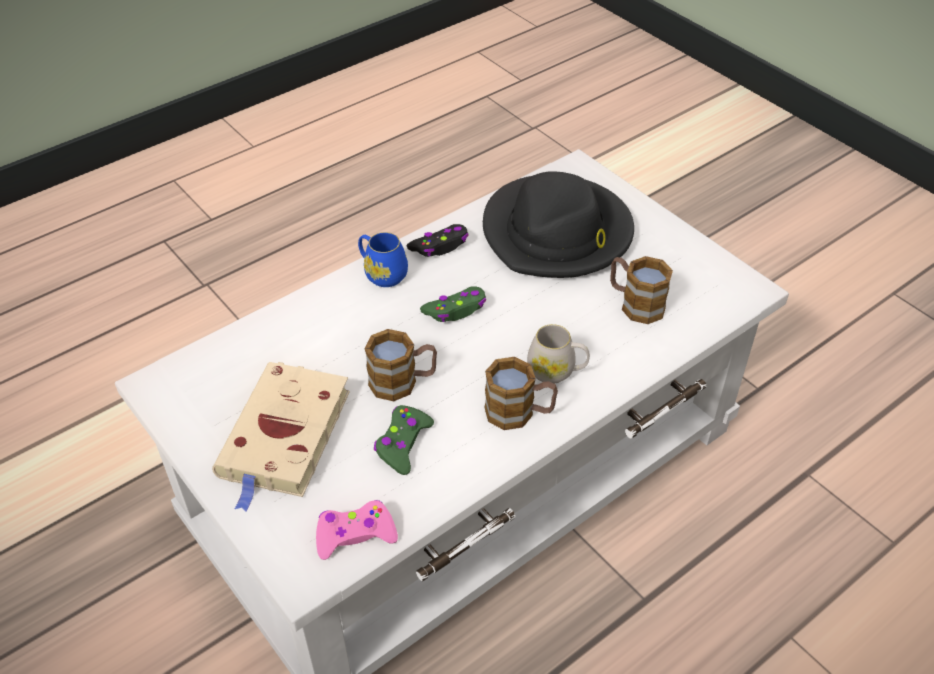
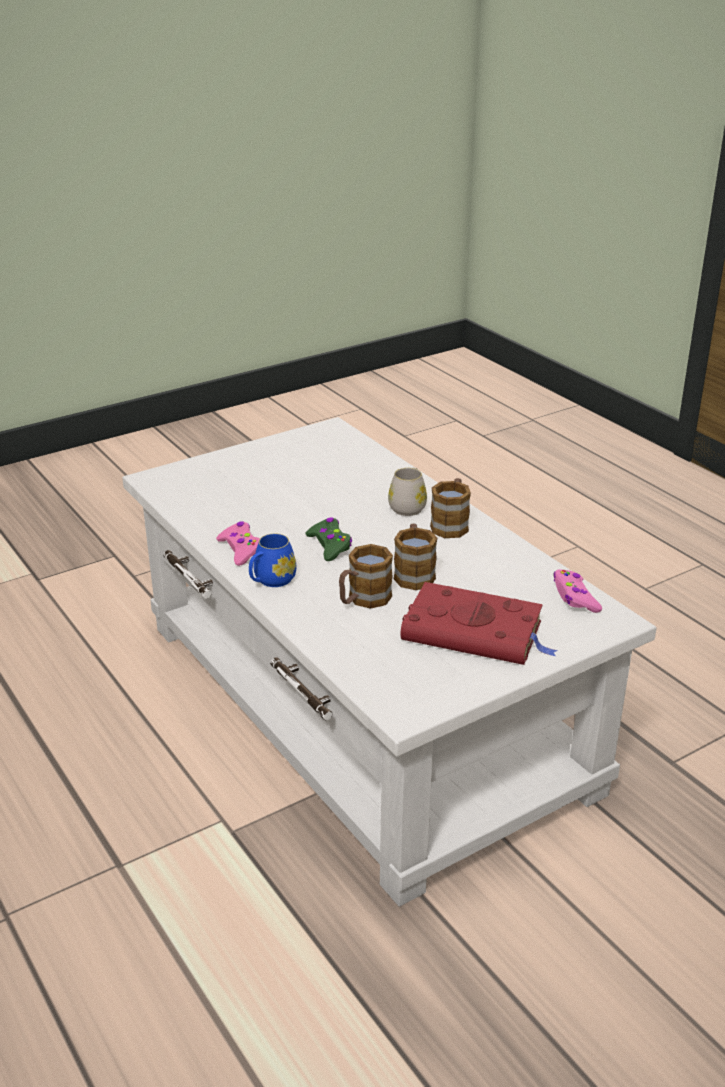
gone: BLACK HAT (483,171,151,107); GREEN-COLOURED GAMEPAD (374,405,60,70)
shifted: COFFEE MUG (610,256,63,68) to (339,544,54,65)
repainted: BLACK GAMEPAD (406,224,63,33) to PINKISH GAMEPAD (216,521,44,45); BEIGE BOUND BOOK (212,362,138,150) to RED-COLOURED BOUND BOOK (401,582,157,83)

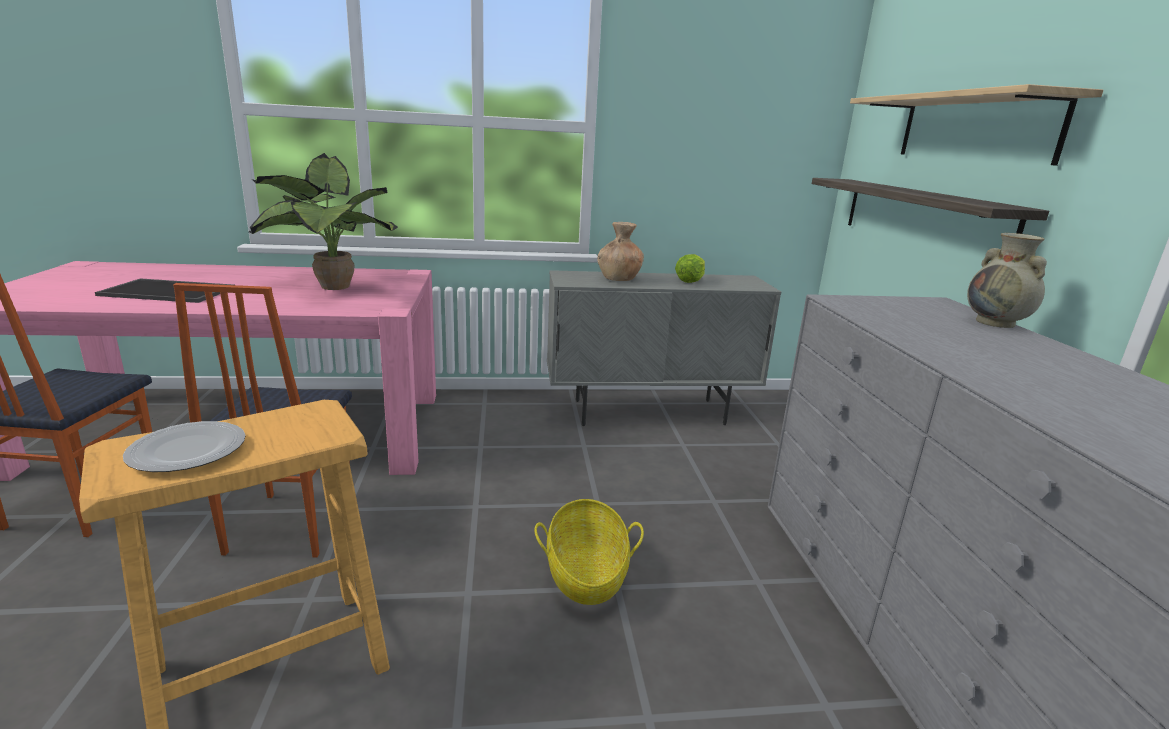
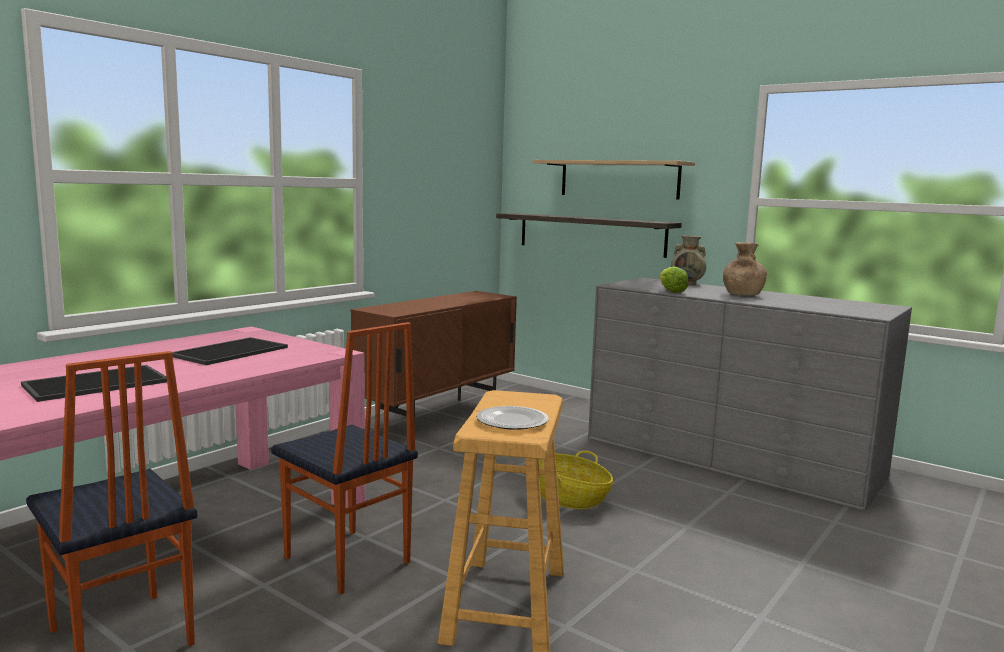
shifted: BROWN VASE (597,222,47,59) to (723,242,44,53); LETTUCE (675,254,30,29) to (660,267,28,26)
swapped: PLANT IN A POT (248,153,150,137) to CARRYING TRAY (173,337,115,28)
repainted: GREYISH STORAGE CABINET (547,270,234,156) to BROWN STORAGE CABINET (351,291,166,131)

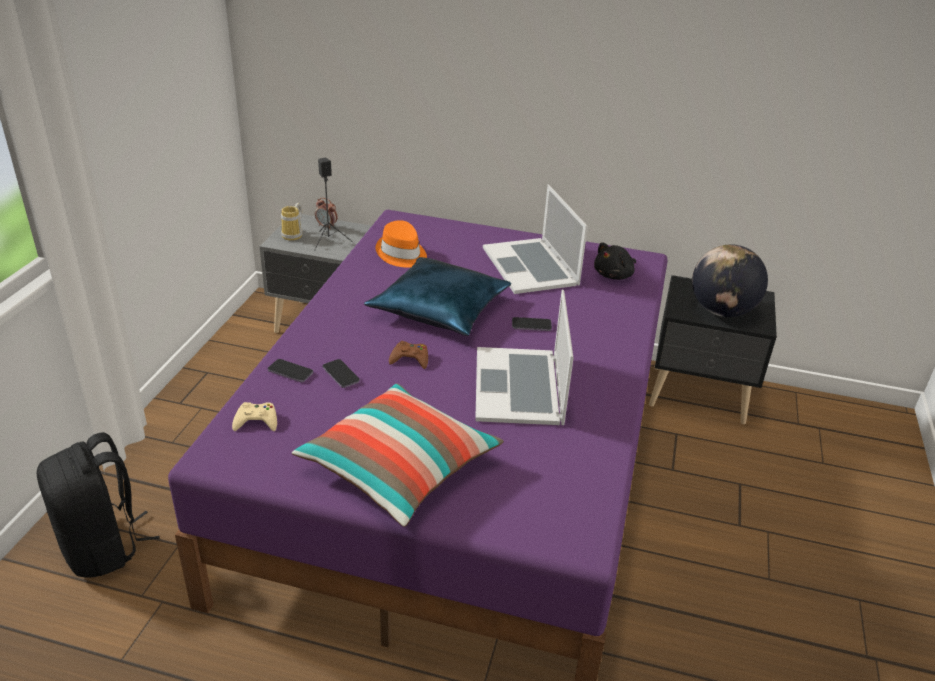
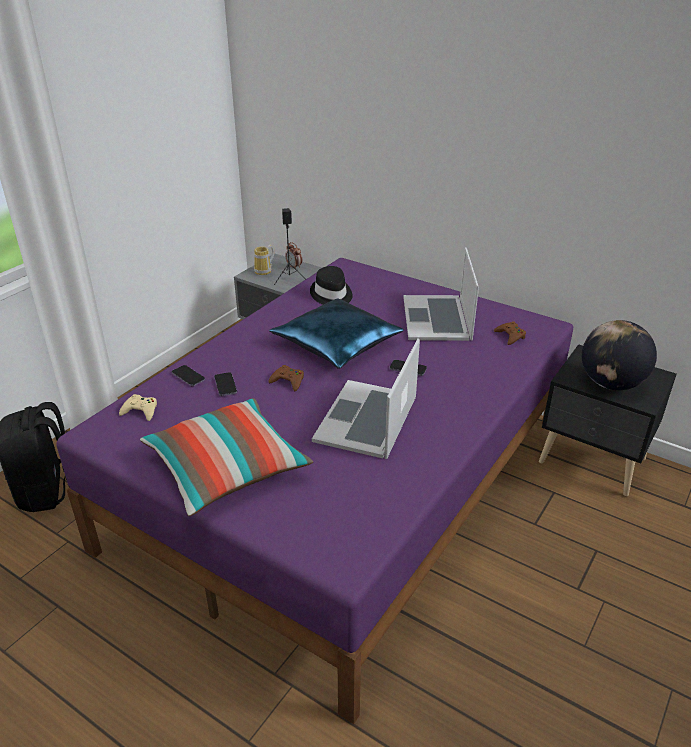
swapped: BLACK PLUSH TOY (594,242,42,38) to BROWN GAMEPAD (494,321,32,24)
repainted: ORANGEY HAT (376,220,51,48) to BLACK HAT (310,266,43,39)

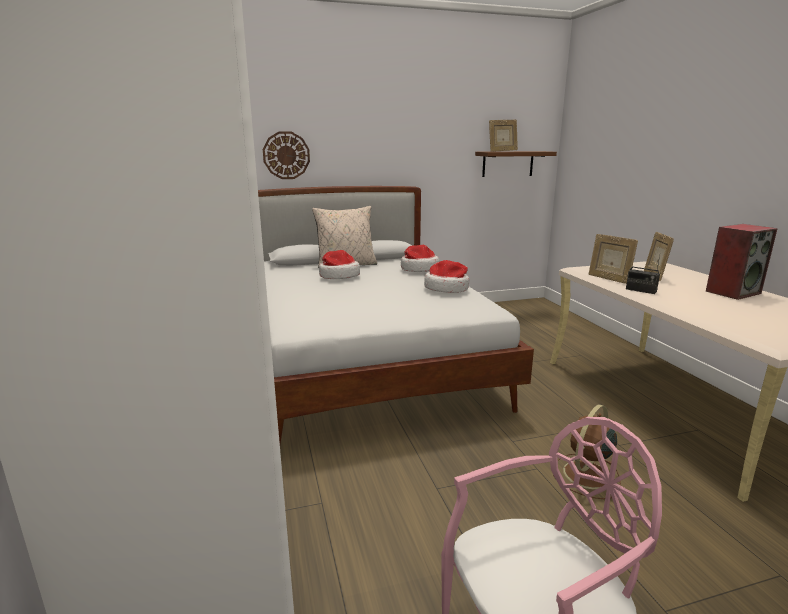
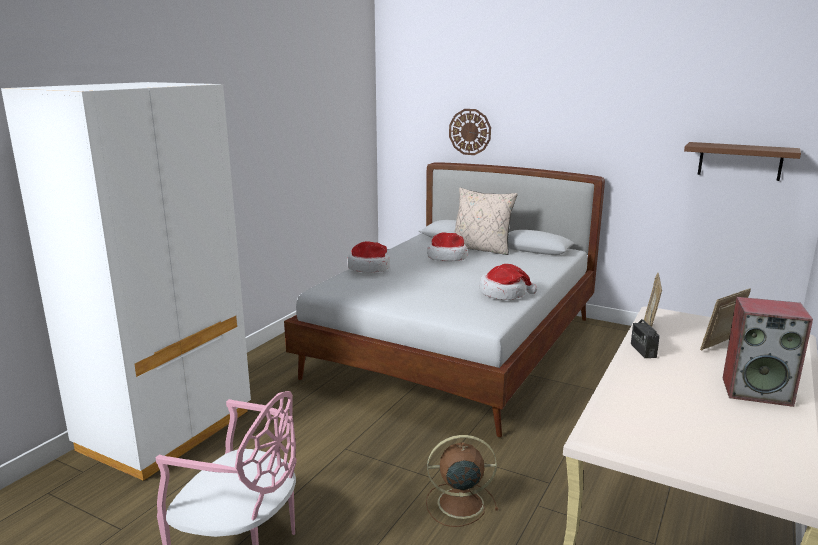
gone: STANDING FRAME (489,119,29,33)
shifted: HAT (401,245,39,27) to (347,241,43,32)

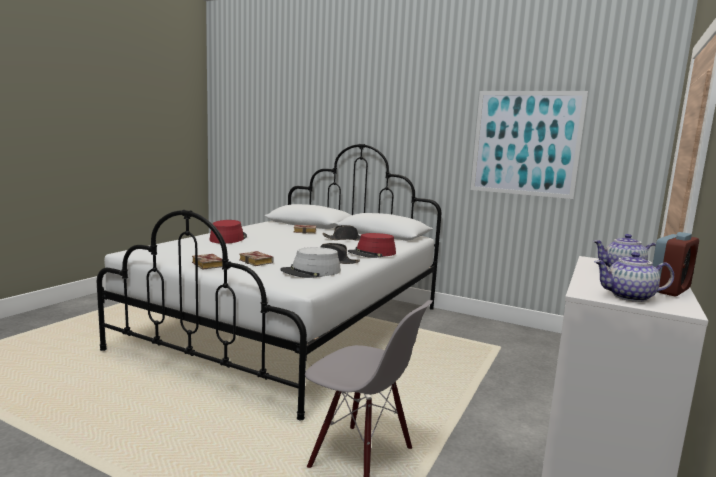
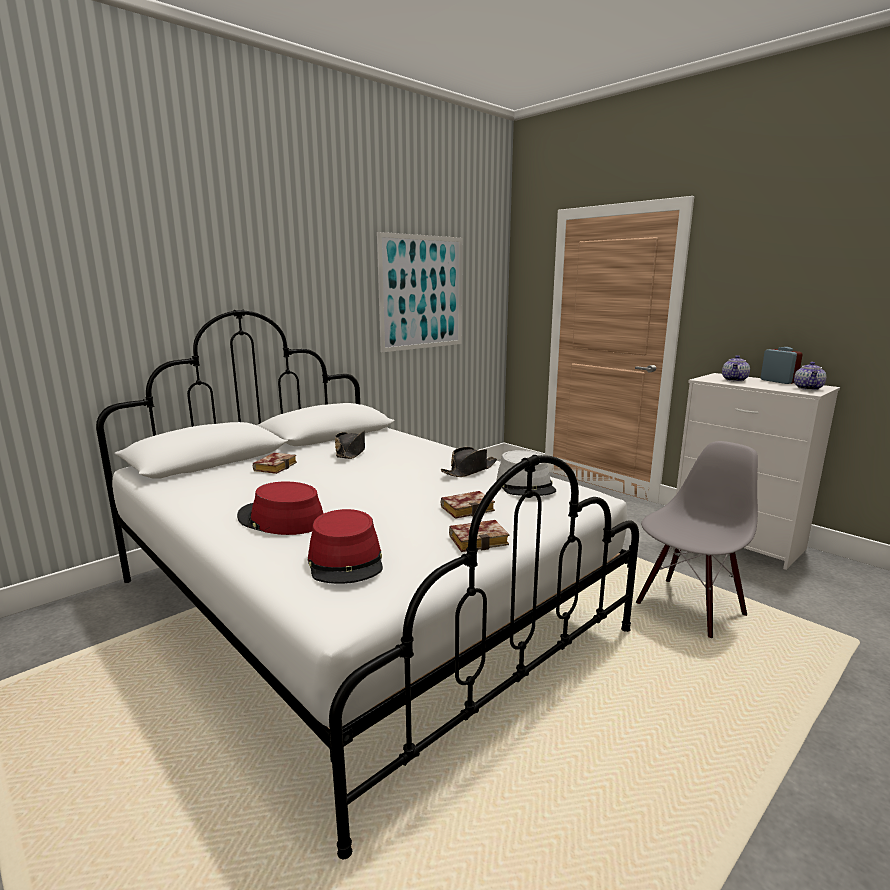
shifted: RED-COLOURED HAT (348,233,48,25) to (307,509,76,75)

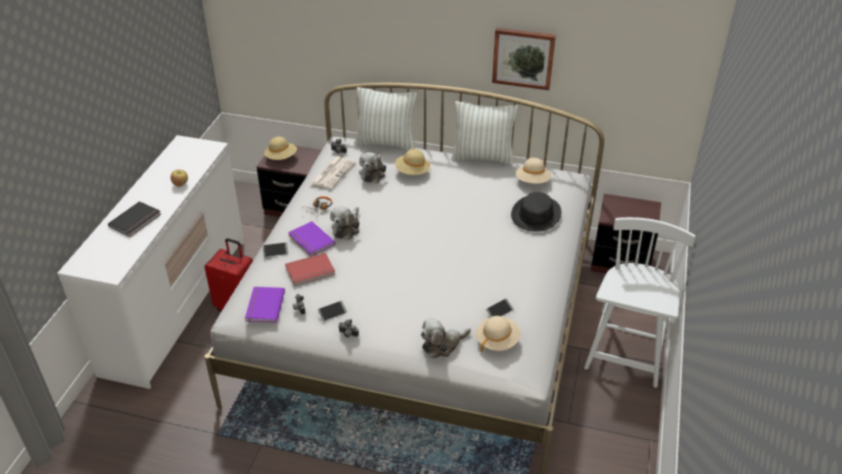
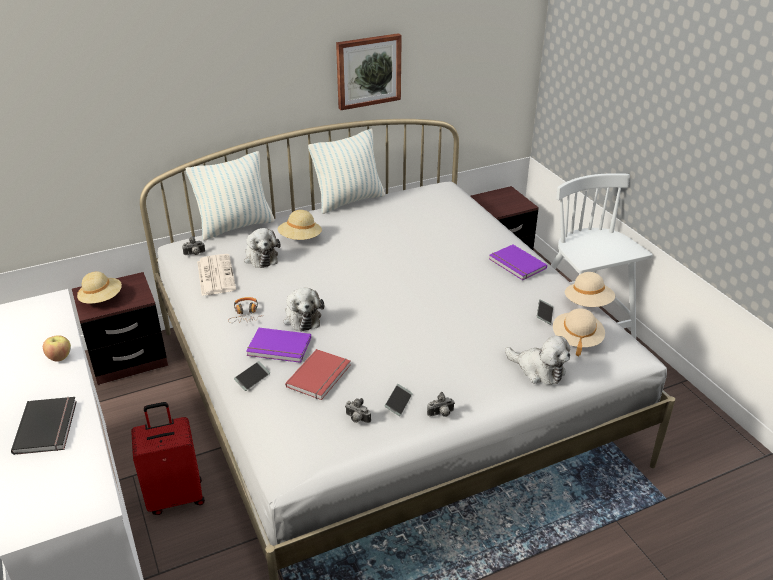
gone: BLACK HAT (511,192,50,40)
shifted: BEIGE HAT (516,158,35,26) to (565,272,50,35); PURPLE-COLOURED BOUND BOOK (245,287,40,36) to (489,244,58,36)
rotated: PLUSH TOY (421,318,50,41) = (505,336,65,49) 75 degrees counterclockwise

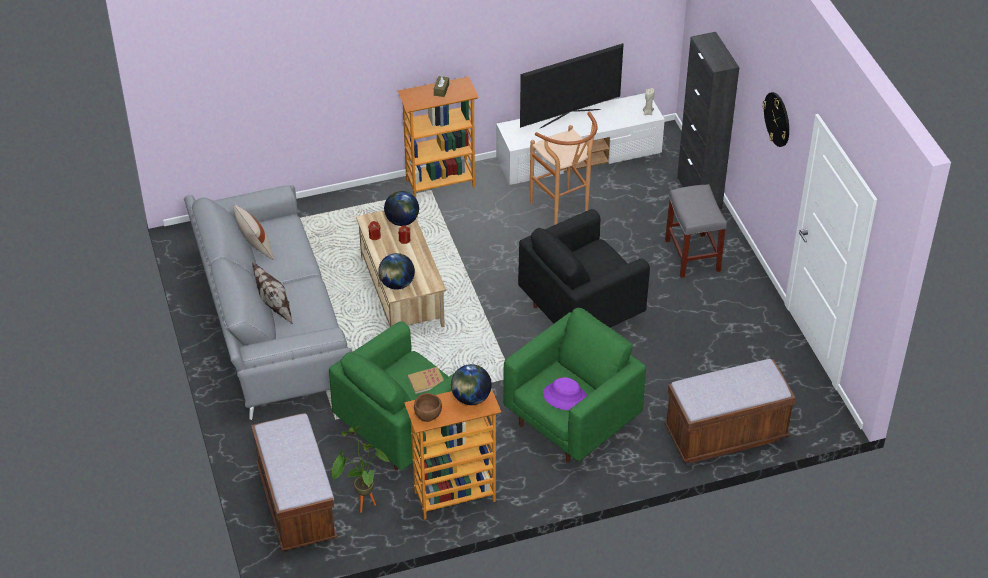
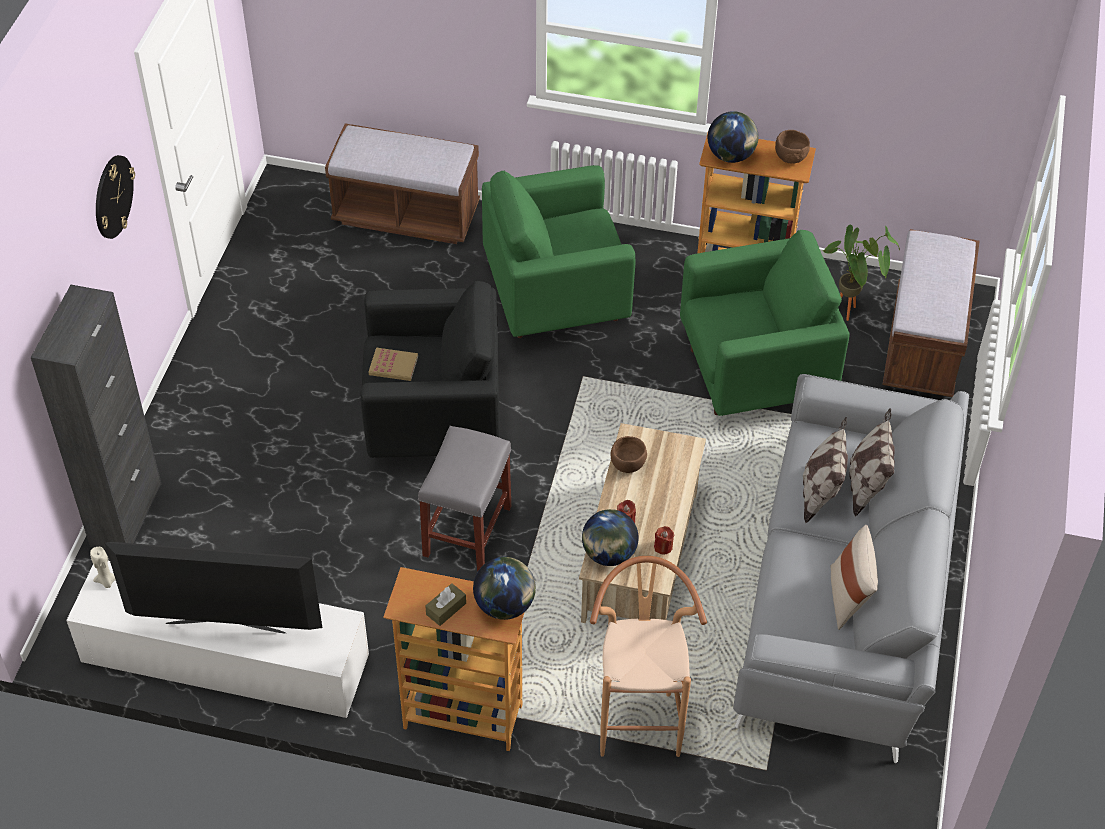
gone: PURPLE-COLOURED HAT (543,377,44,33)
new: THROW PILLOW (803,417,45,107); BROWN SERVING BOWL (610,436,37,37)
shifted: BROWN SITTING STOOL (530,112,68,113) to (590,556,117,201); GREYISH SITTING STOOL (665,184,62,94) to (418,426,93,145); WORLD GLOBE (378,253,37,37) to (473,557,63,63); BOUND BOOK (408,367,36,27) to (369,348,49,33)

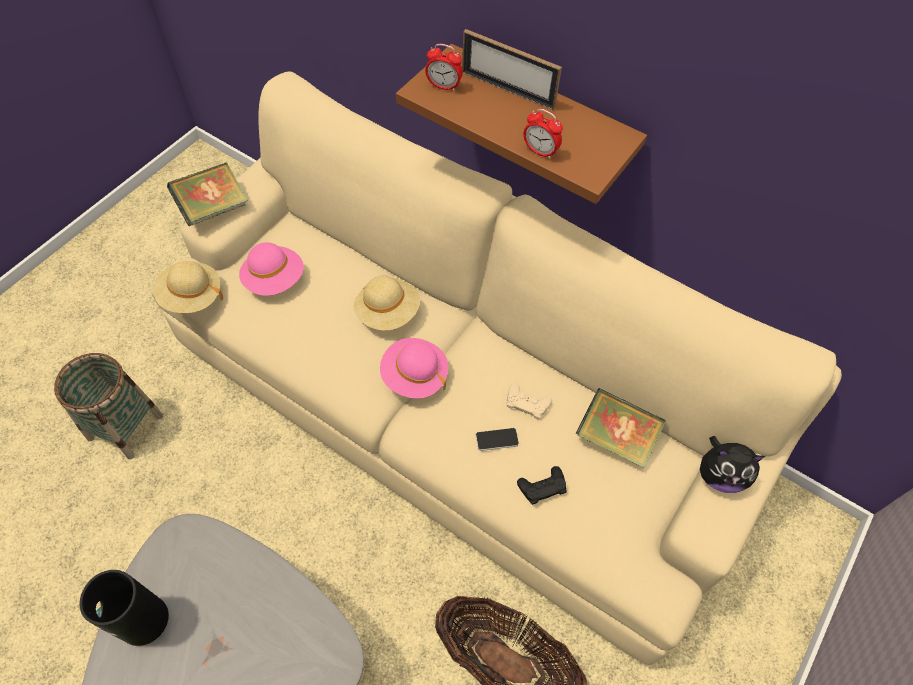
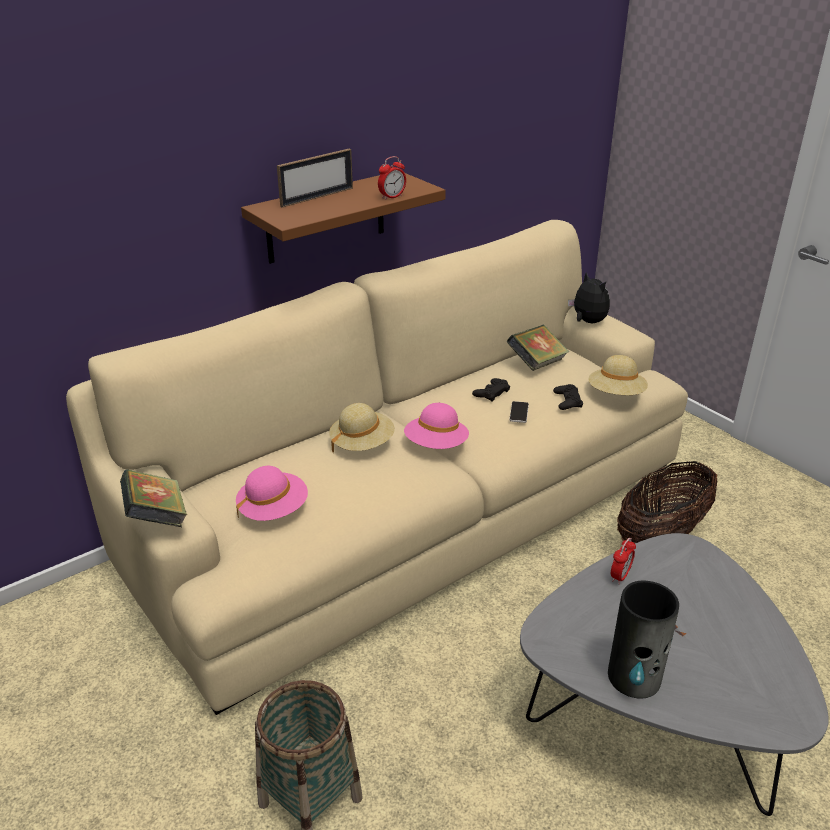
shifted: TABLE CLOCK (425,44,38,47) to (611,538,25,46); BEIGE HAT (154,261,69,52) to (588,355,60,40)
repainted: BEIGE GAMEPAD (507,383,45,36) to BLACK GAMEPAD (472,378,38,24)
rotated: PLUSH TOY (700,436,66,57) = (568,272,42,51) 60 degrees counterclockwise

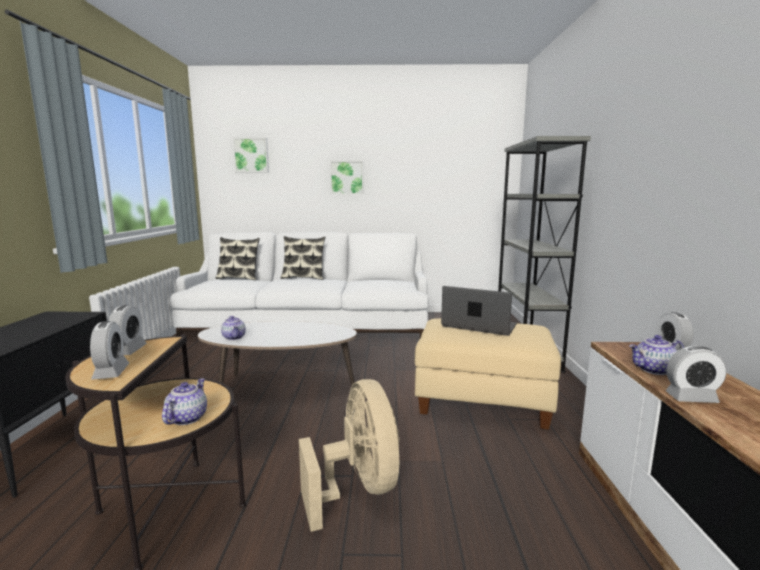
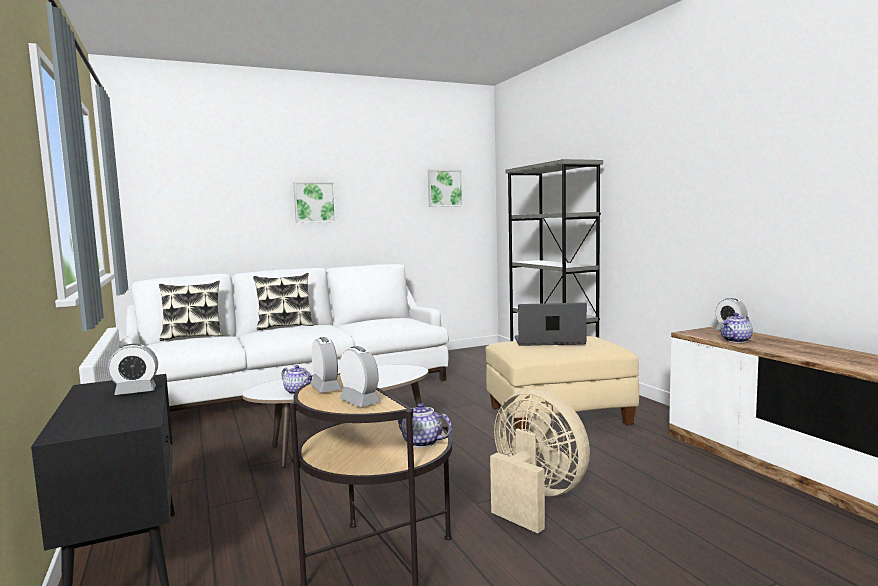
shifted: PICTURE (233,138,36,35) to (428,169,35,38); TABLE CLOCK (665,346,62,57) to (108,344,50,51)
rotated: POT FOR TEA (162,378,45,47) = (398,403,54,45) 45 degrees counterclockwise

